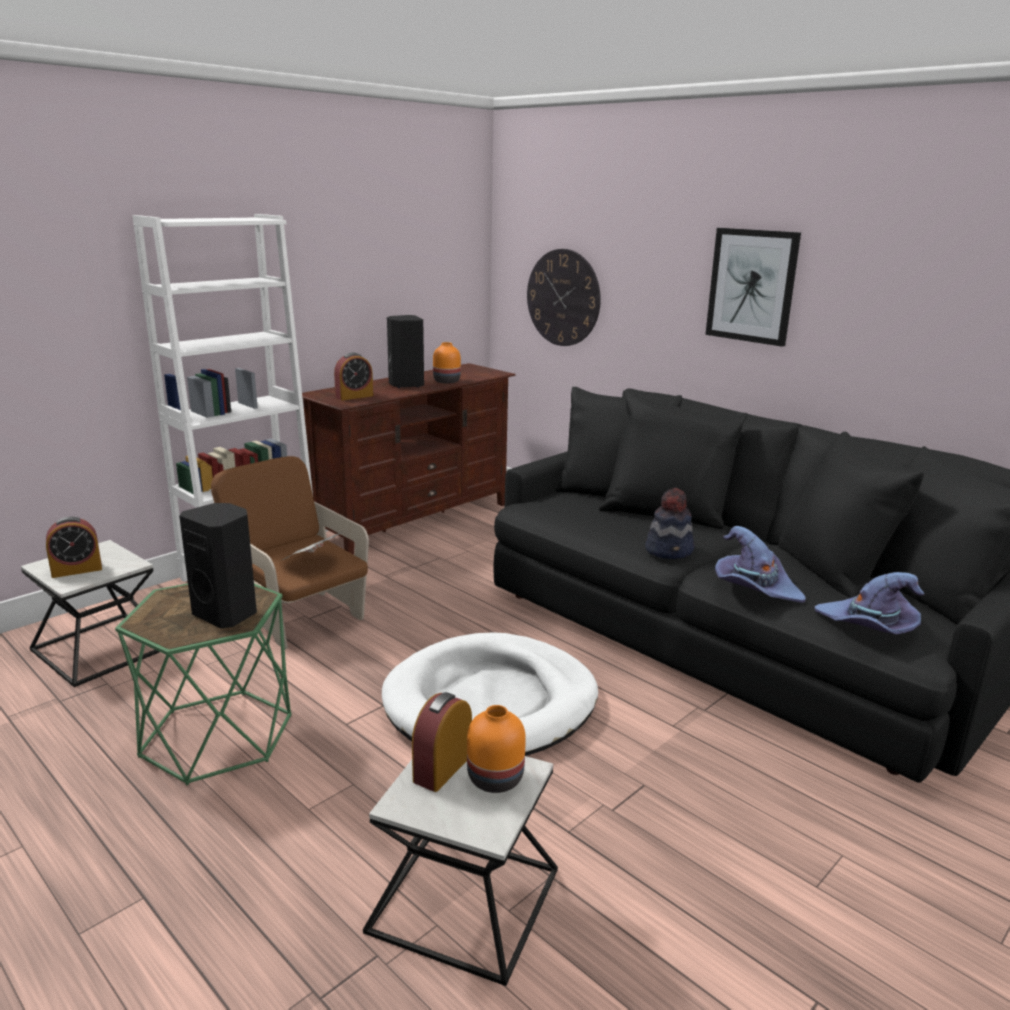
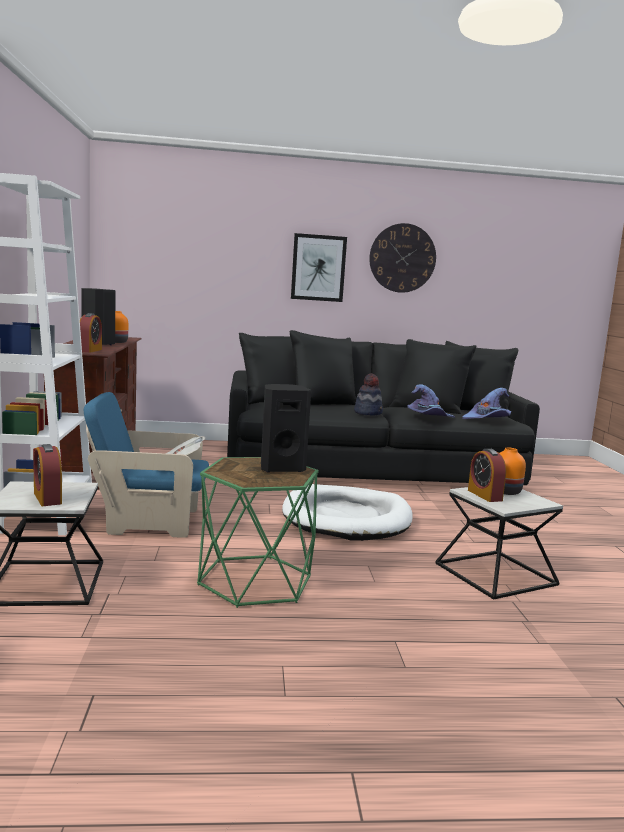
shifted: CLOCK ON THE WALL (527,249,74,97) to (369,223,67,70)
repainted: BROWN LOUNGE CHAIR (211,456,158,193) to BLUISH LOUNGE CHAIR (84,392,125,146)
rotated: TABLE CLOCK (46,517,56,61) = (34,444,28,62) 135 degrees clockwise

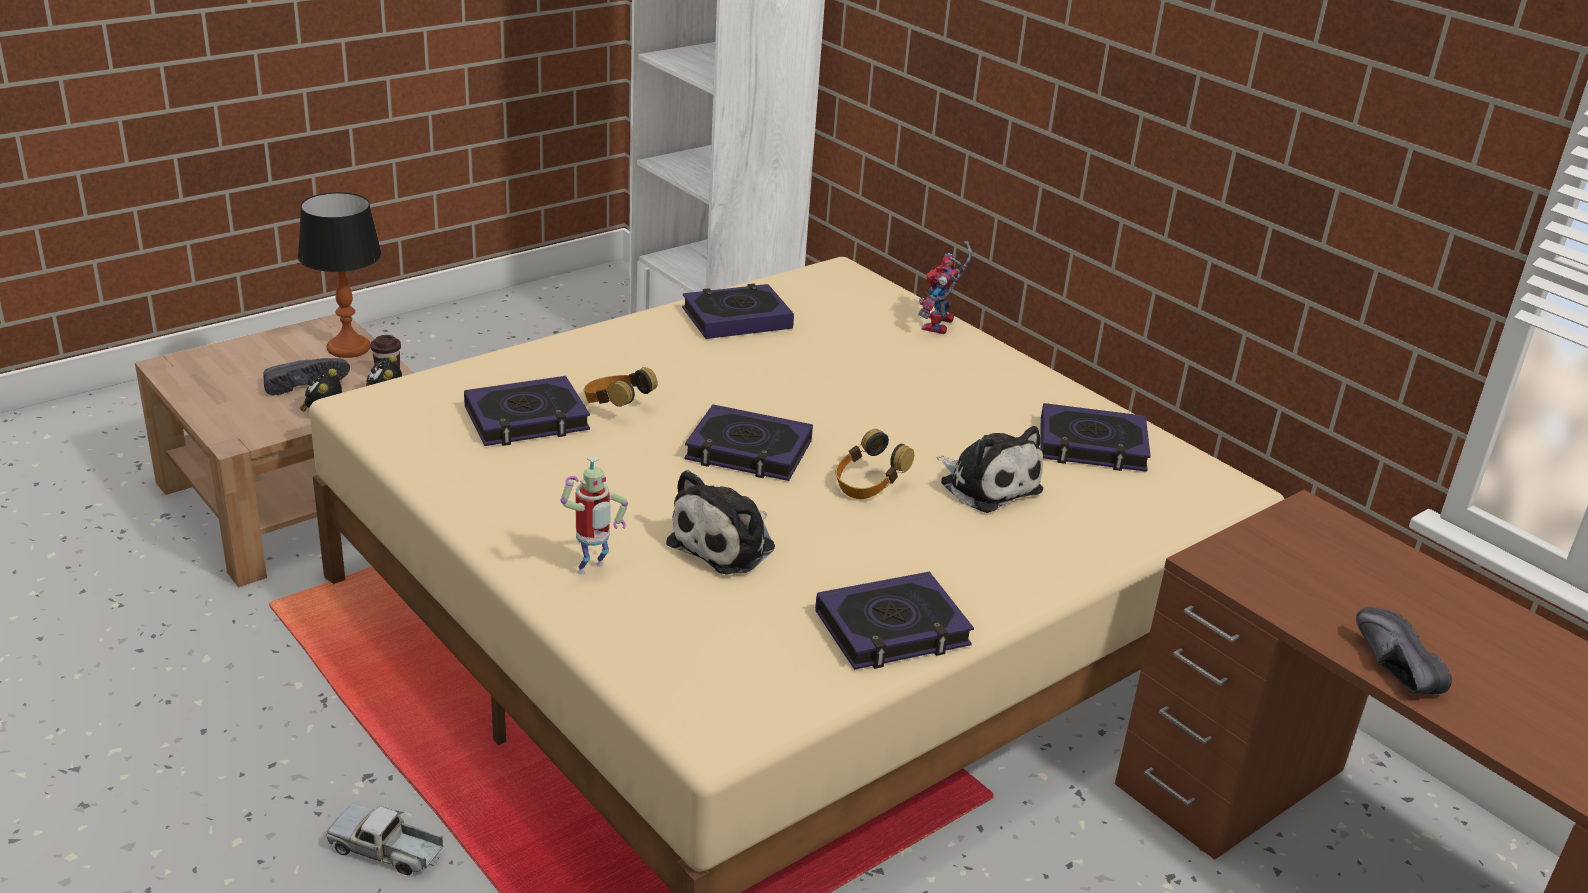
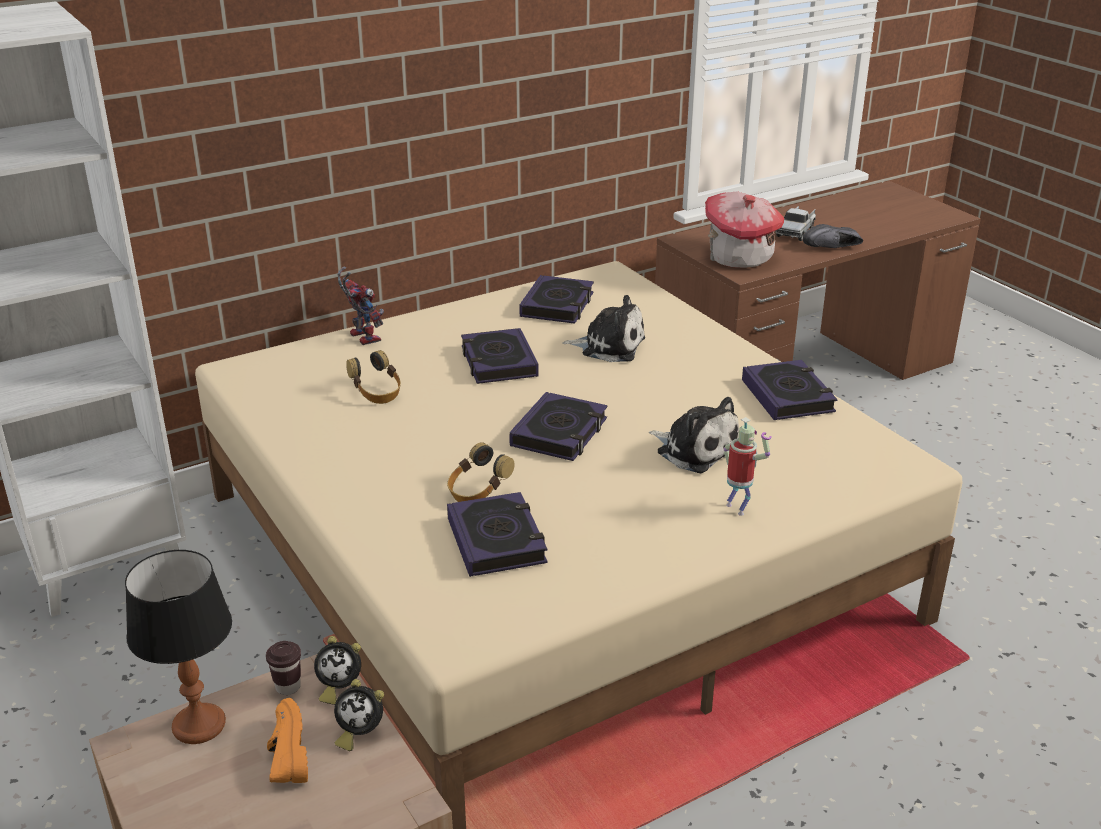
new: MINIATURE HOUSE (705,191,79,77)
shifted: BOUND BOOK (682,284,112,55) to (461,328,77,56); HEADPHONES (836,429,78,70) to (346,350,55,54); TOY LORRY (326,804,117,71) to (775,206,41,35)
repainted: BLACK SHOE (263,358,87,38) to ORANGEY SHOE (267,698,41,85)
rotated: TOY ROBOT (918,241,54,93) = (337,267,47,78) 150 degrees counterclockwise; PLUSH TOY (936,426,107,87) = (562,295,83,67) 45 degrees clockwise

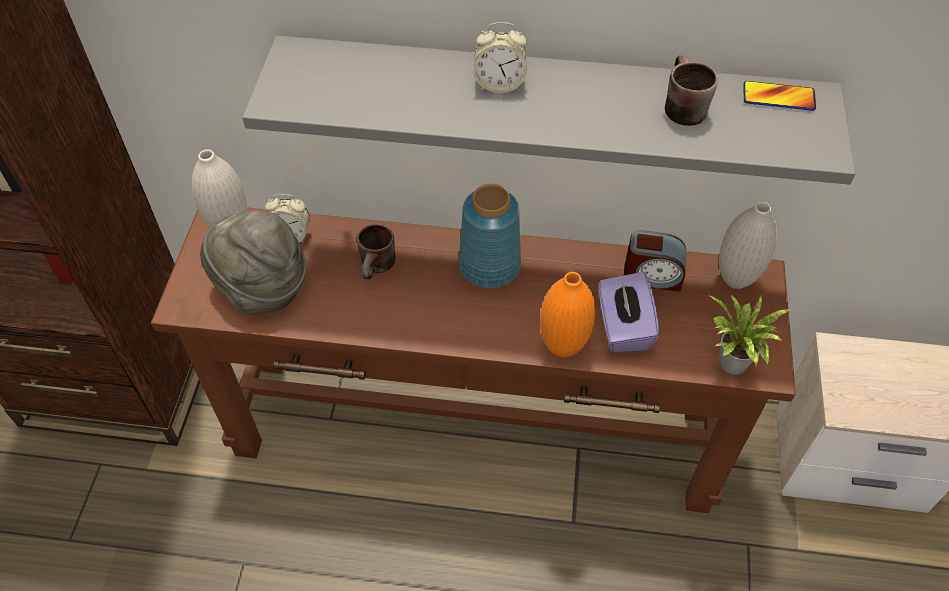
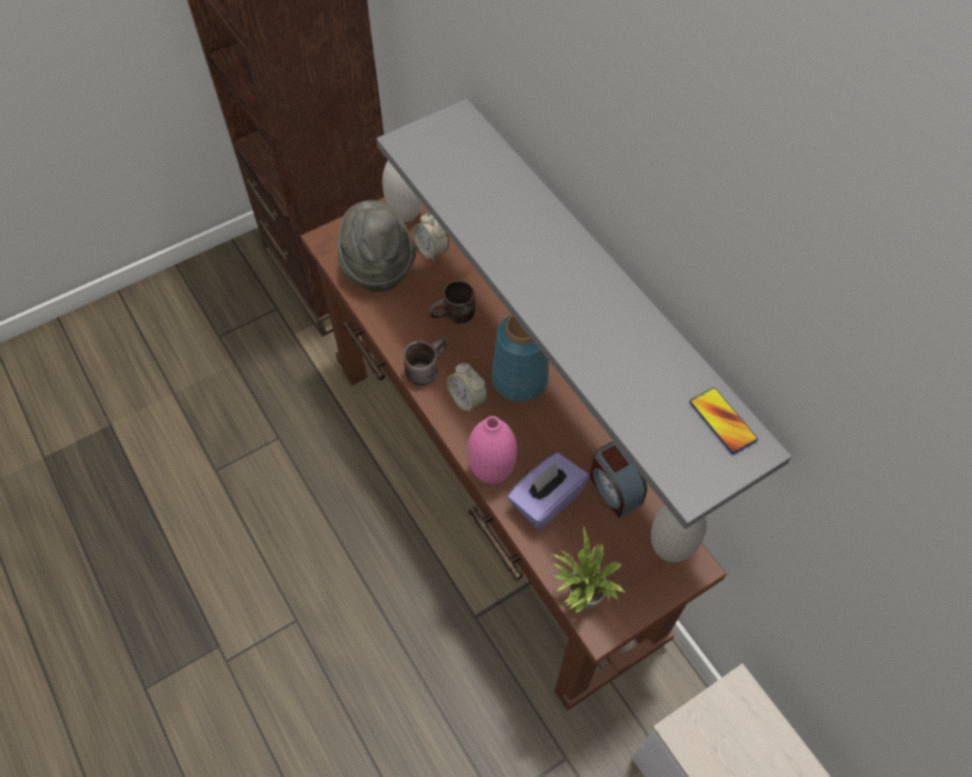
shifted: TABLE CLOCK (473,22,54,71) to (447,363,41,50); BROWN COFFEE MUG (665,55,53,71) to (403,338,44,48)
repainted: ORANGEY VASE (540,272,55,86) to PINKISH VASE (467,416,50,68)

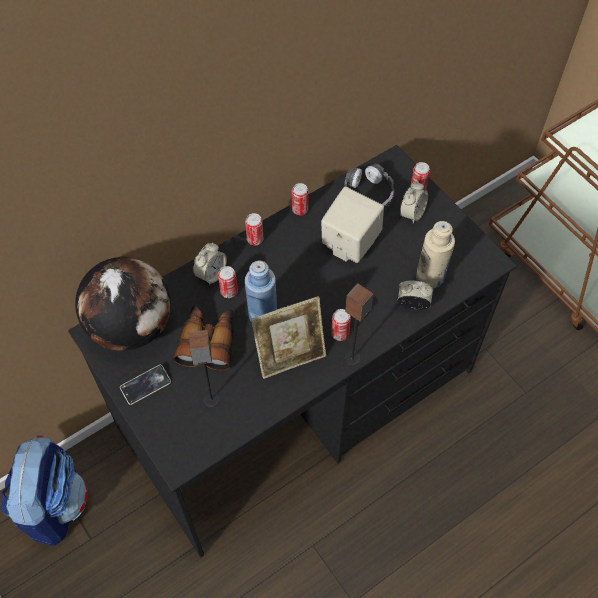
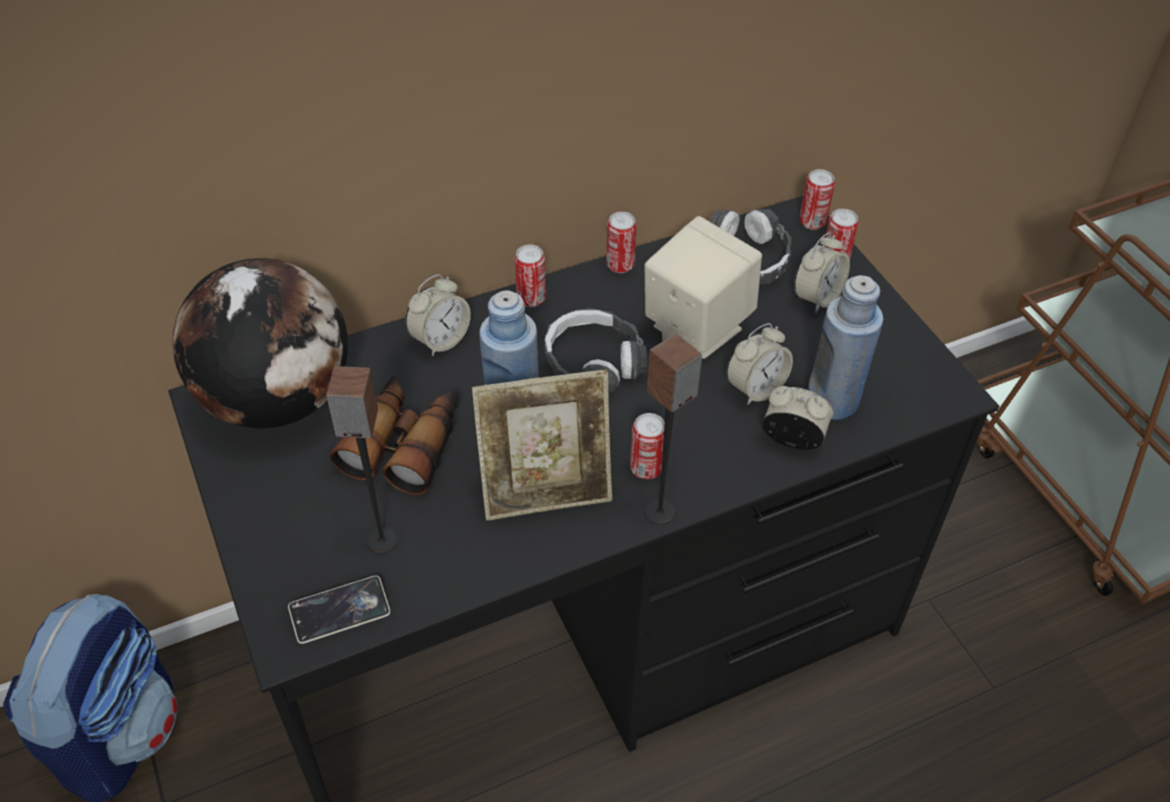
new: HEADPHONES (544,308,103,88); TABLE CLOCK (726,323,67,82)
shifted: CAN (218,266,20,32) to (799,169,36,61); HANDSET (120,365,51,40) to (288,576,102,68)
repainted: BEIGE BOTTLE (416,221,39,68) to BLUISH BOTTLE (807,275,76,145)

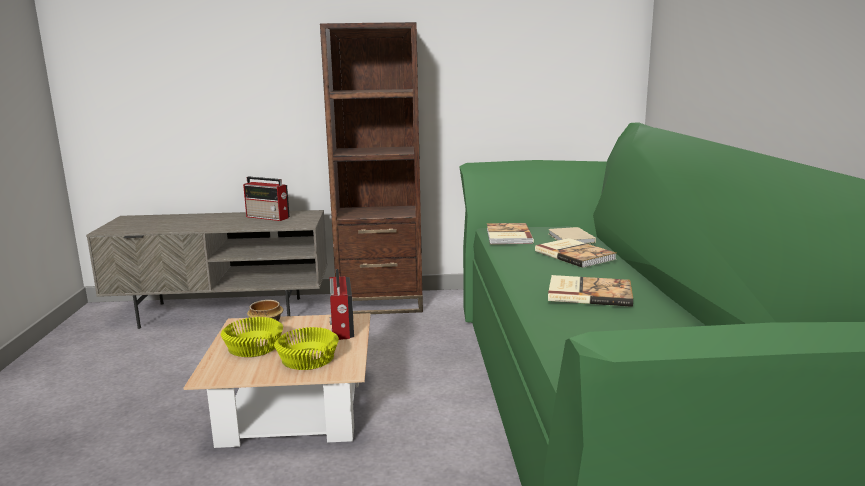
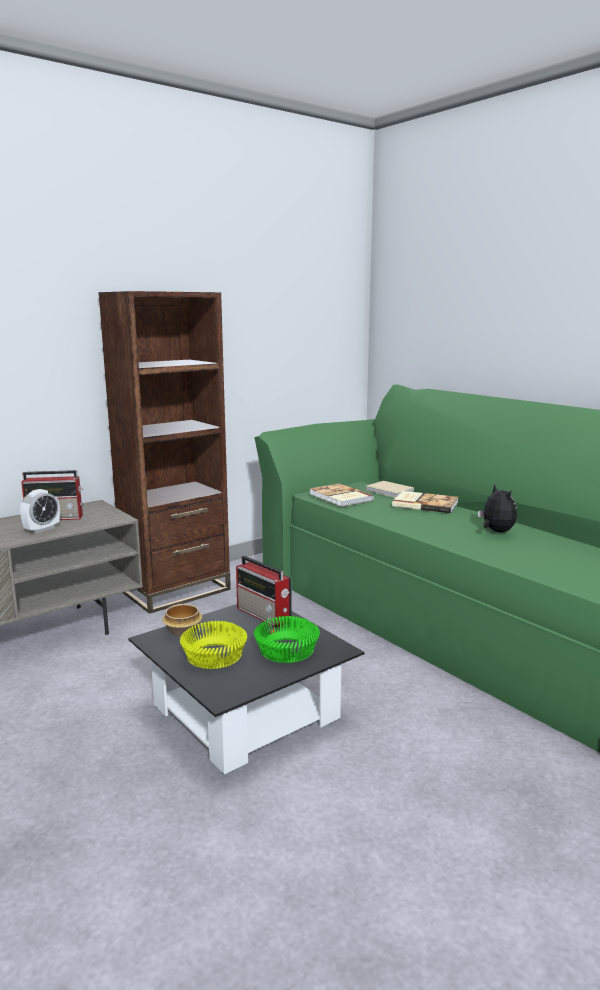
new: TABLE CLOCK (20,489,40,44)
swapped: BOUND BOOK (548,275,85,32) to PLUSH TOY (478,485,39,47)
repainted: BEIGE LOW TABLE (184,313,187,135) to BLACK LOW TABLE (128,604,236,170); YELLOW SERVING BOWL (274,327,65,43) to GREEN-COLOURED SERVING BOWL (254,616,66,47)

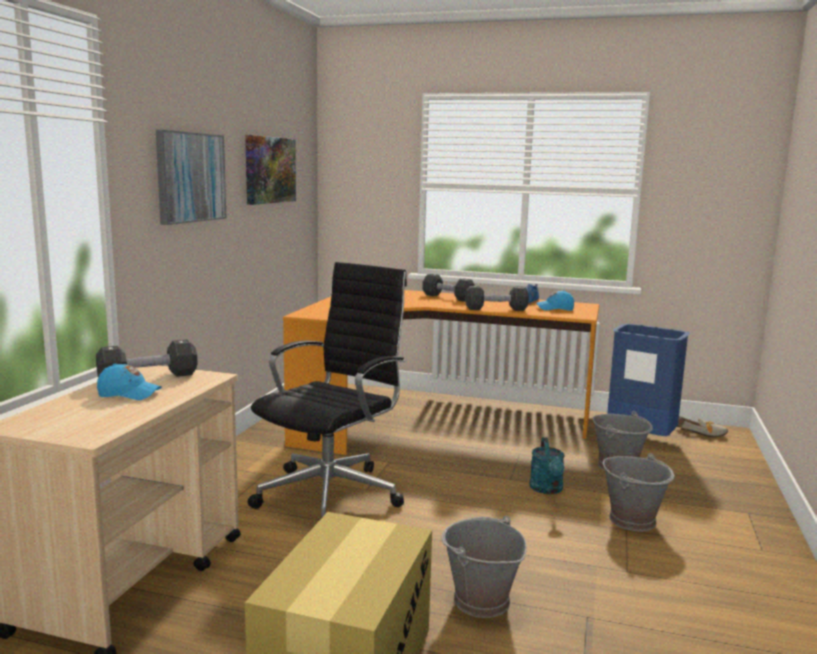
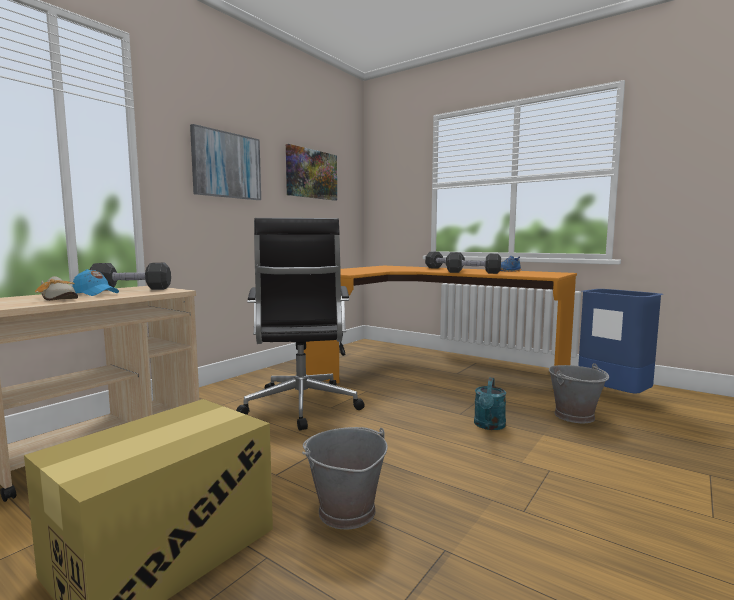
gone: BLUISH CAP (536,291,38,20); GREYISH WATER BUCKET (603,453,71,78)
shifted: SHOE (677,416,51,21) to (35,276,43,25)
rotated: BLACK COMPUTER CHAIR (248,262,159,259) = (236,218,129,213) 120 degrees clockwise

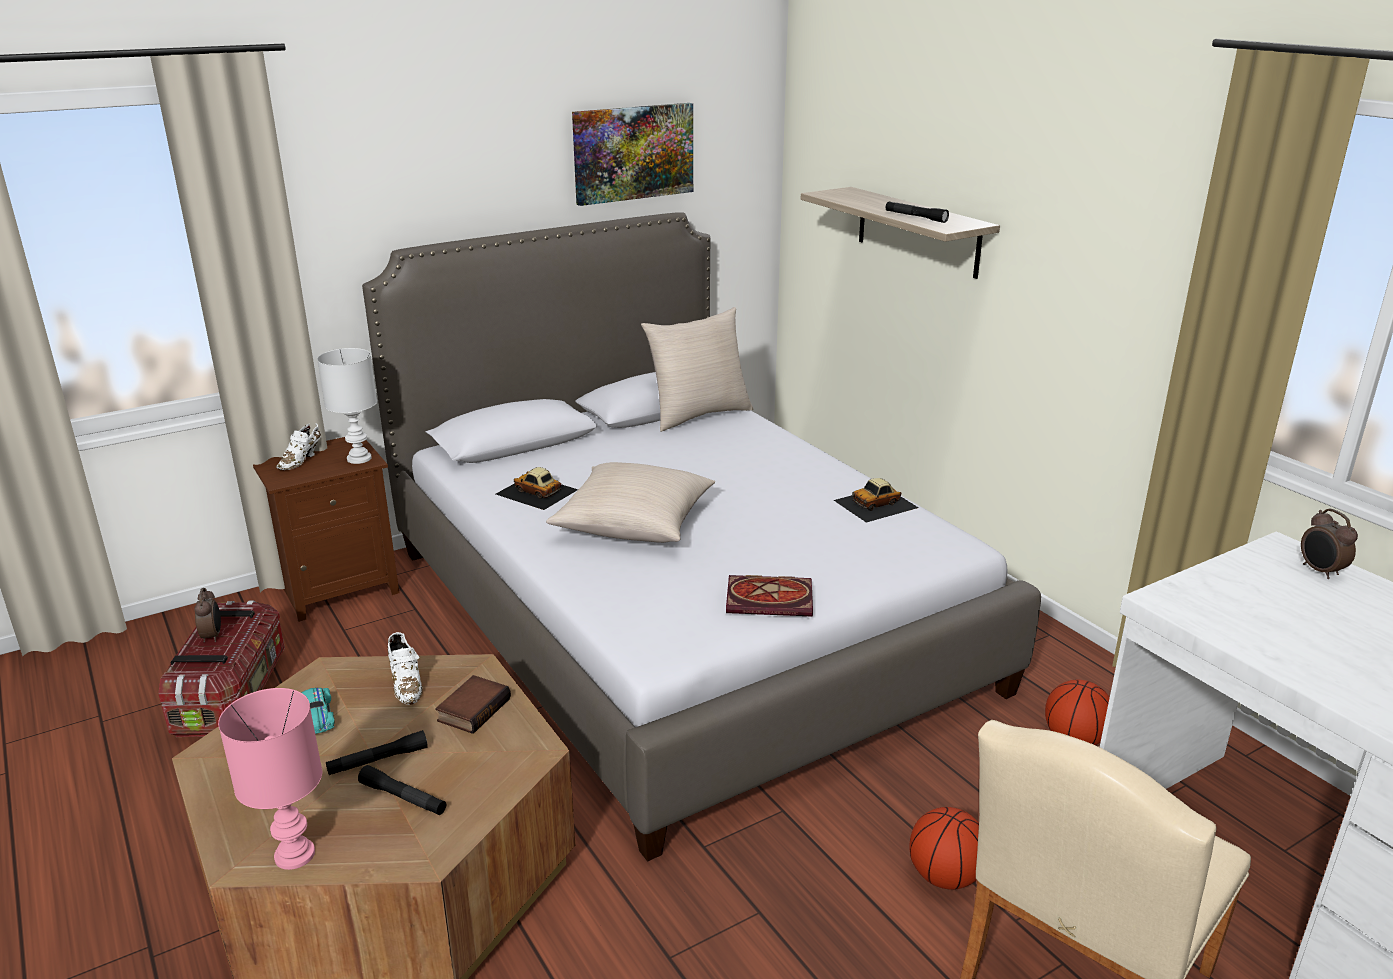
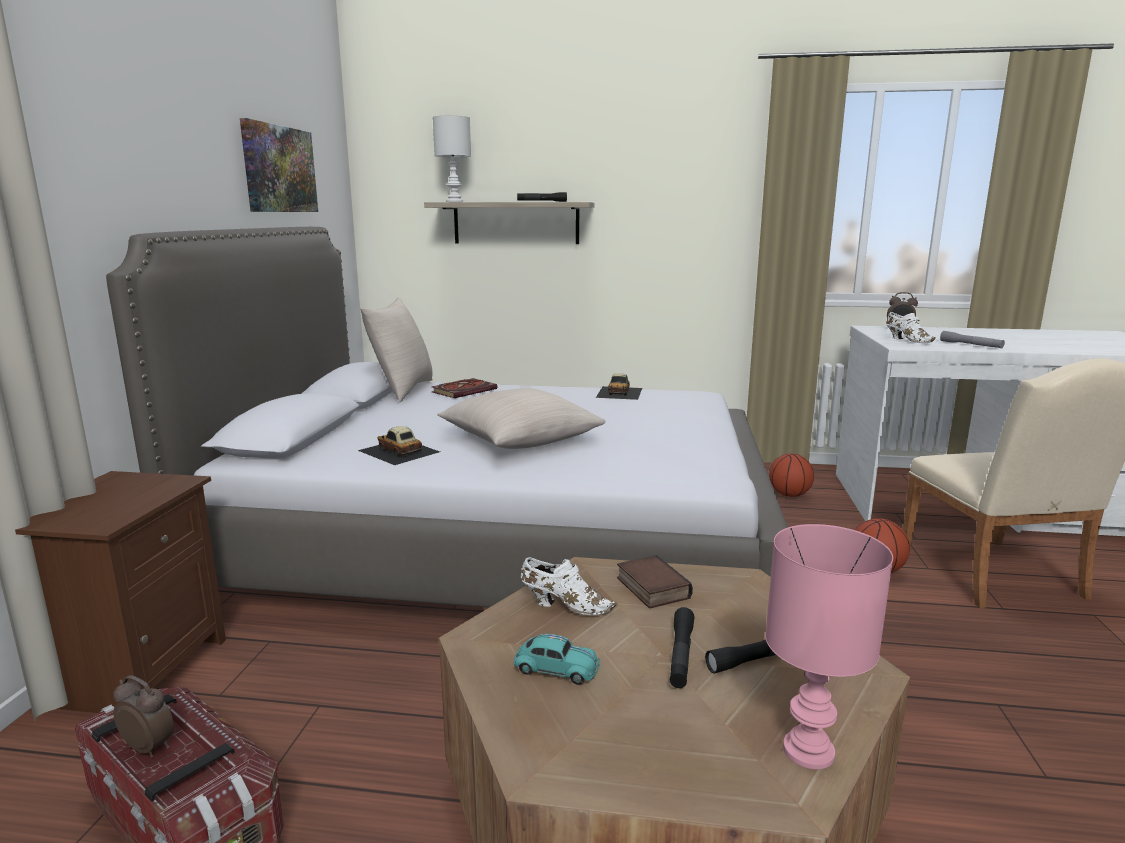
new: GREYISH FLASHLIGHT (940,331,65,17)
shifted: WHITE-COLOURED LAMP FOR A TABLE (317,348,60,116) to (433,115,38,87); WHITE-COLOURED SHOE (276,423,45,47) to (886,312,50,31); BOUND BOOK (726,575,87,42) to (432,378,65,20)
rotated: MINIATURE CAR (496,467,82,43) = (357,426,83,39) 60 degrees clockwise

